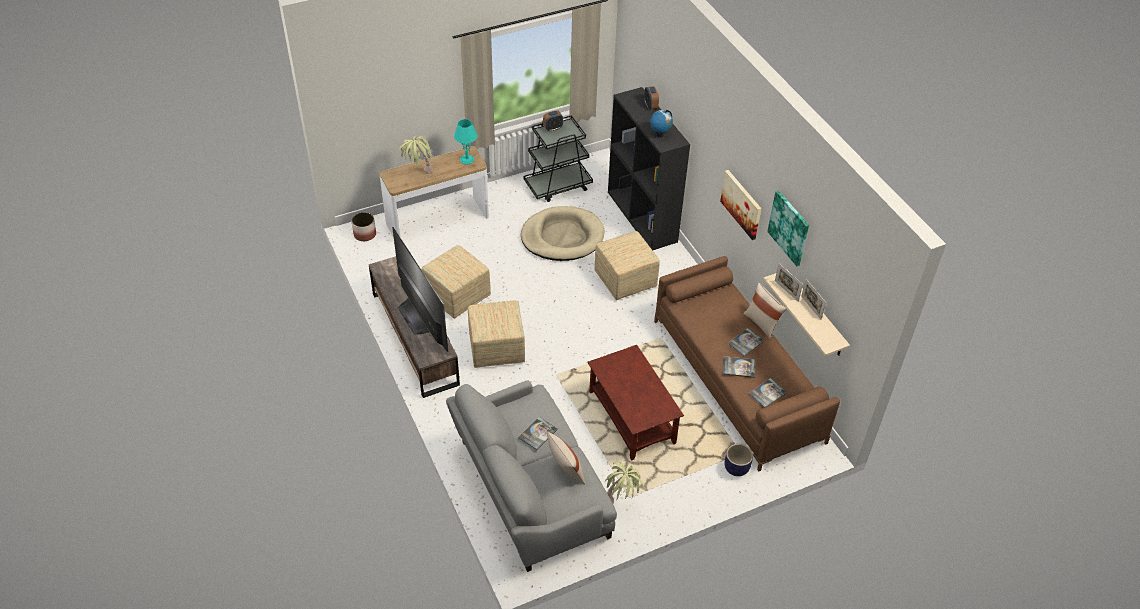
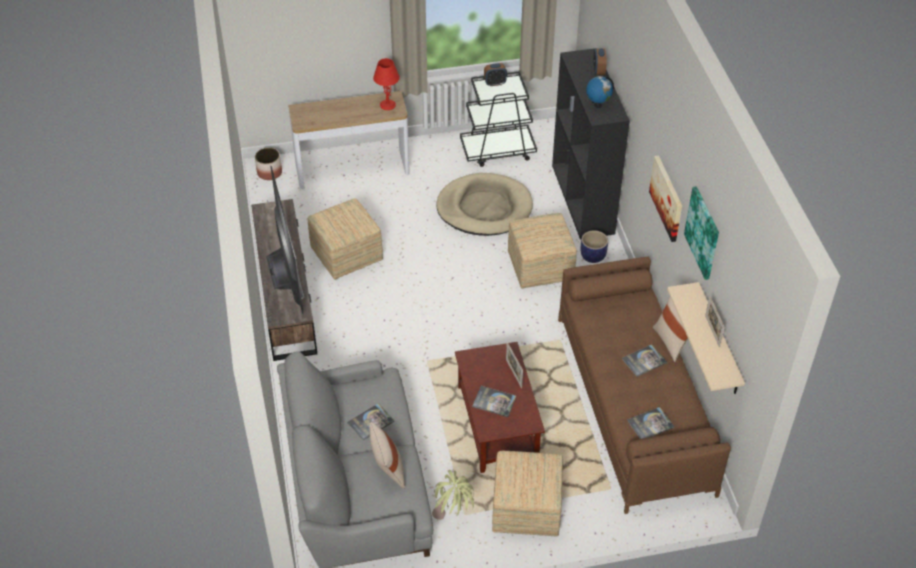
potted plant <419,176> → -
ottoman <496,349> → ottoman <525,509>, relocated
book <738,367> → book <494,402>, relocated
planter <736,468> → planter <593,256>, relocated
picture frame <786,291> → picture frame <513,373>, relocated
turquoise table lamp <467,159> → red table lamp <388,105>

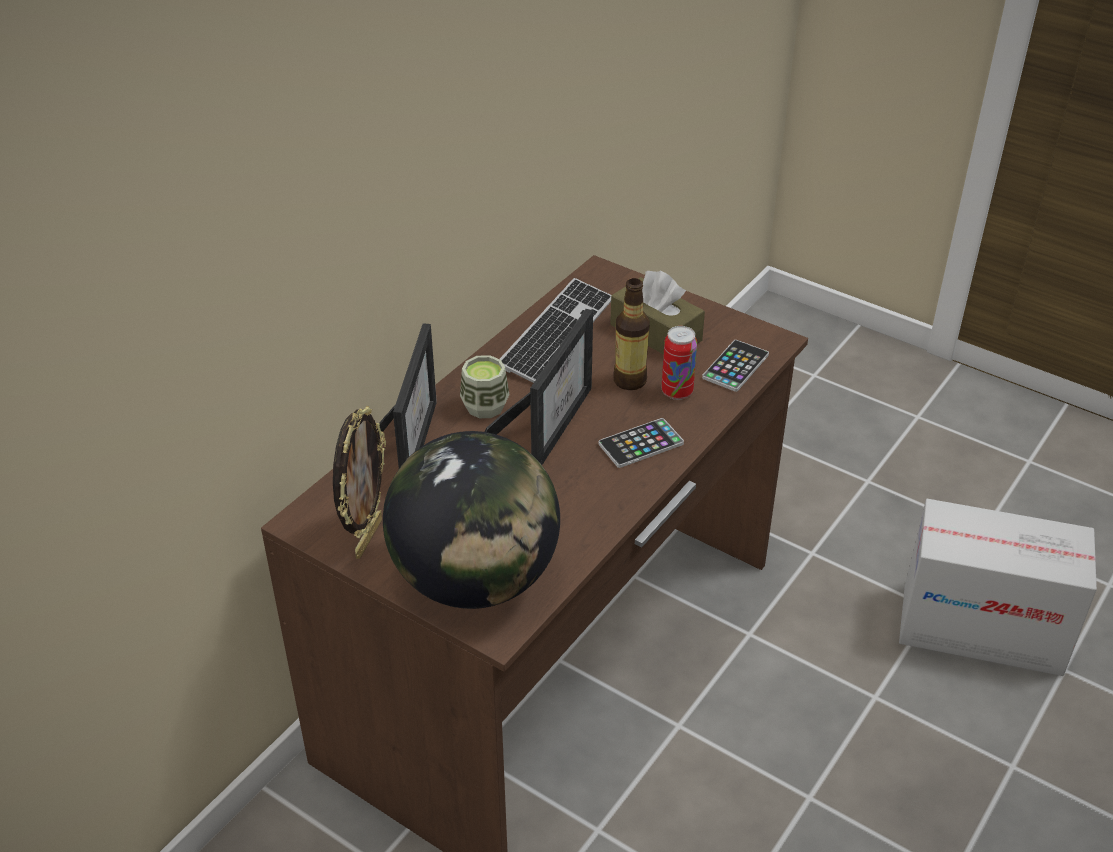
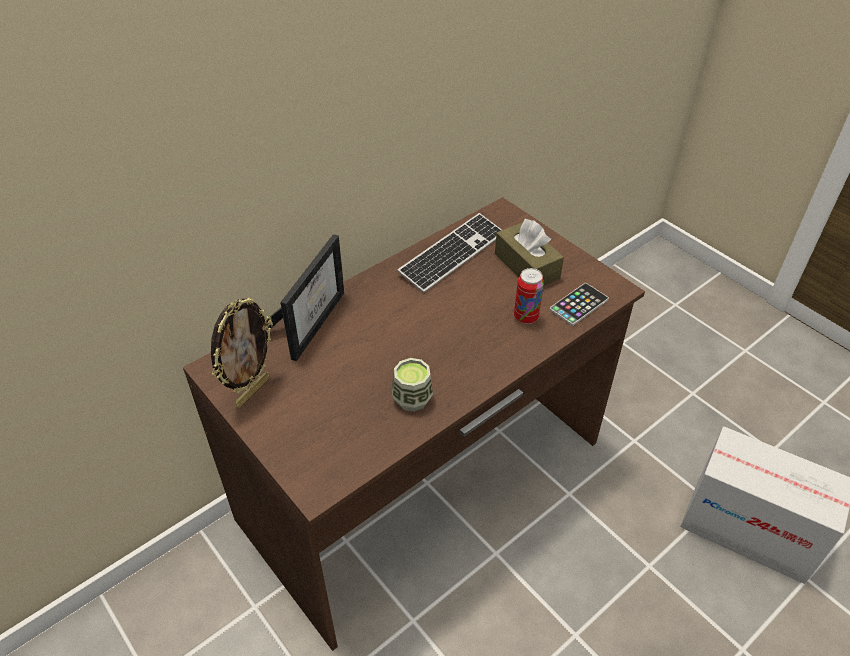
globe <475,580> → -
picture frame <550,422> → -
phone <641,444> → -
bottle <629,381> → -
cup <485,406> → cup <412,399>, relocated

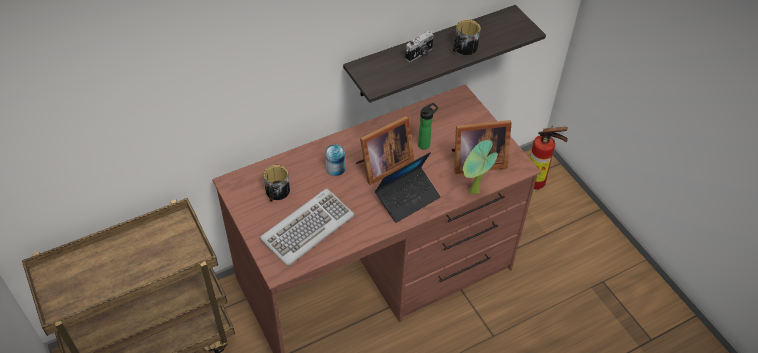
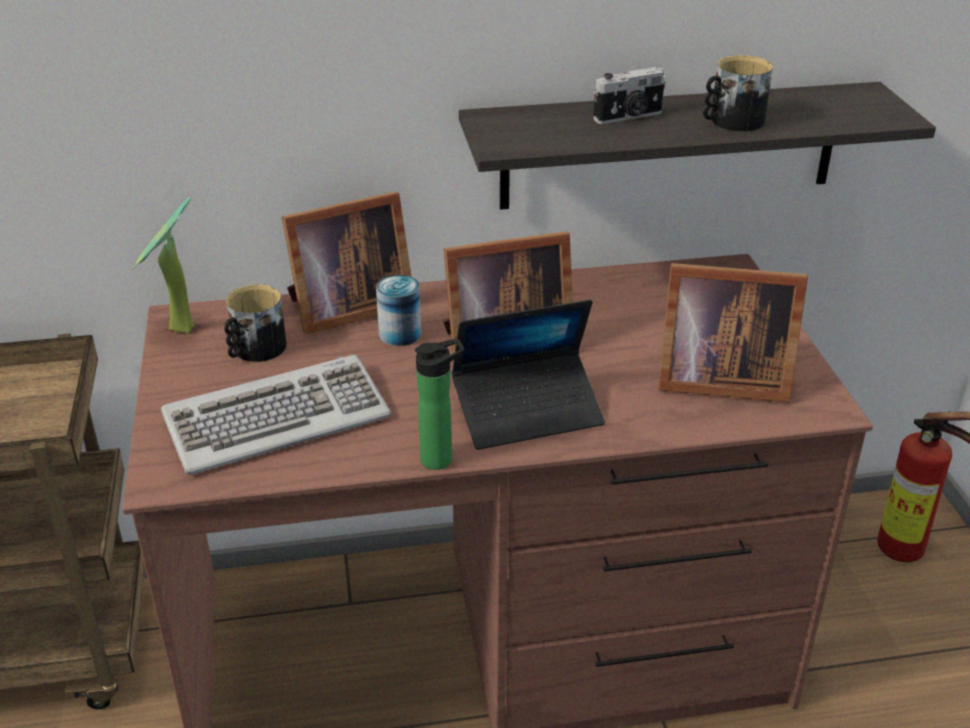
- → picture frame <346,308>
bottle <425,144> → bottle <441,459>, relocated
potted plant <473,193> → potted plant <177,331>, relocated

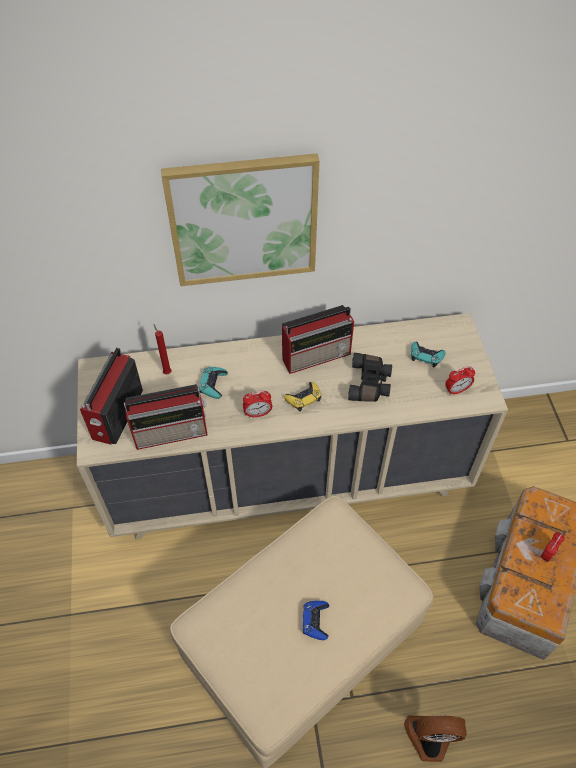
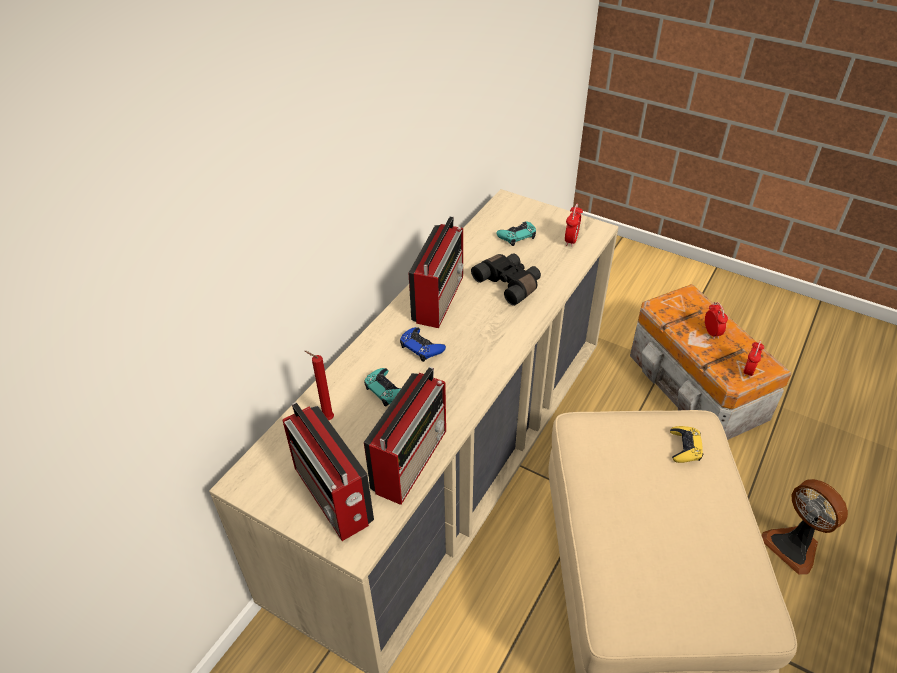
picture <243,220> → -
alarm clock <257,413> → alarm clock <748,371>, relocated
yellow game controller <303,398> → yellow game controller <685,447>, relocated
blue game controller <315,621> → blue game controller <421,347>, relocated
fan <430,738> → fan <794,546>, 75 degrees counterclockwise

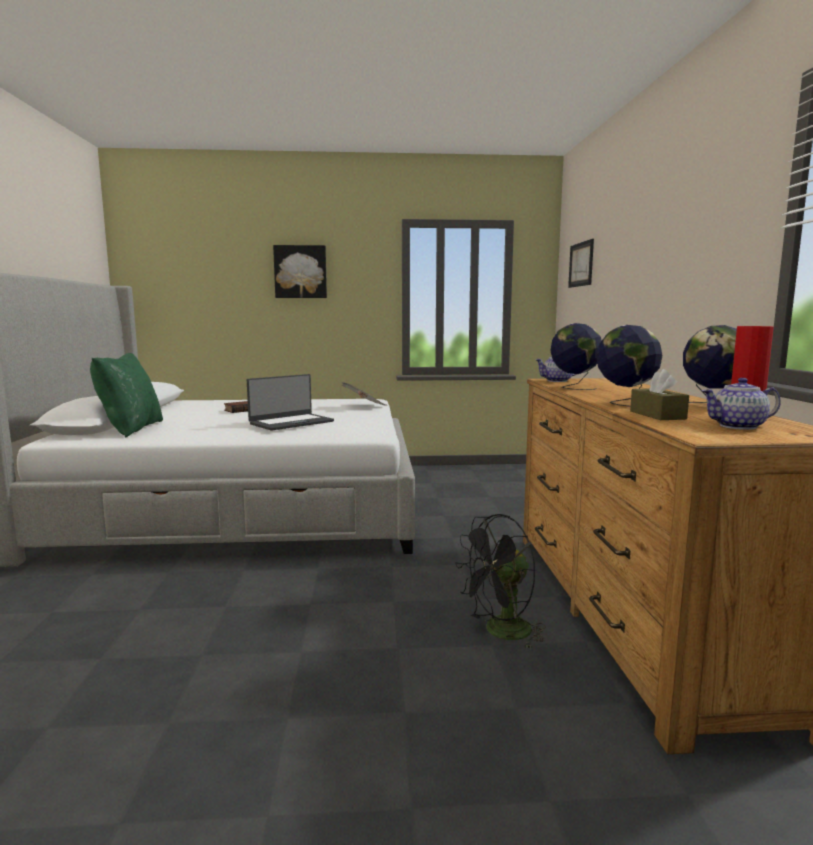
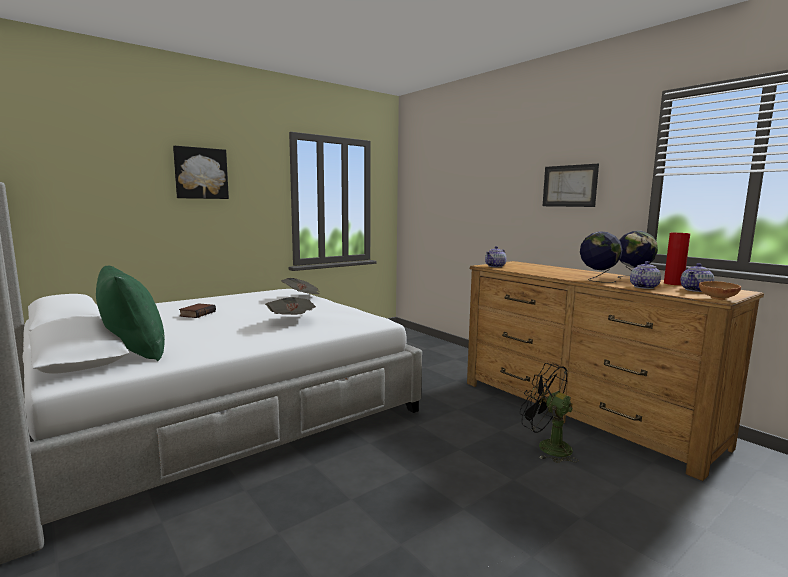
globe <574,387> → -
- → brown bowl <717,299>
picture <581,264> → picture <569,186>, relocated
laptop <291,422> → newspaper <291,320>
brown tissue box <657,415> → teapot <643,287>
black fan <500,633> → black fan <547,447>, 105 degrees clockwise

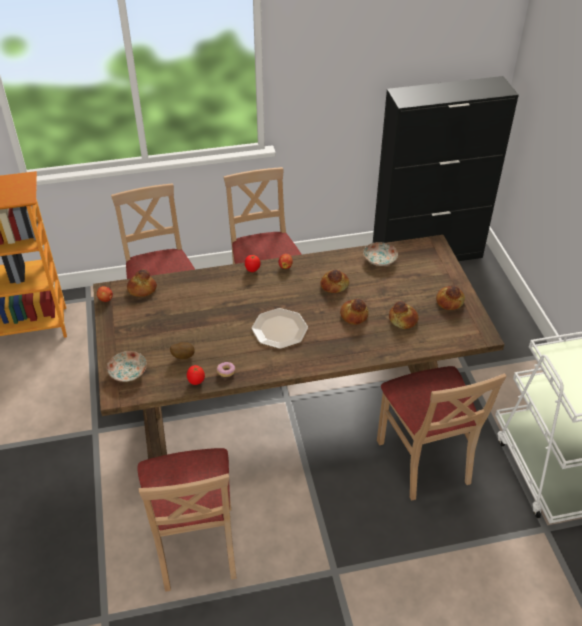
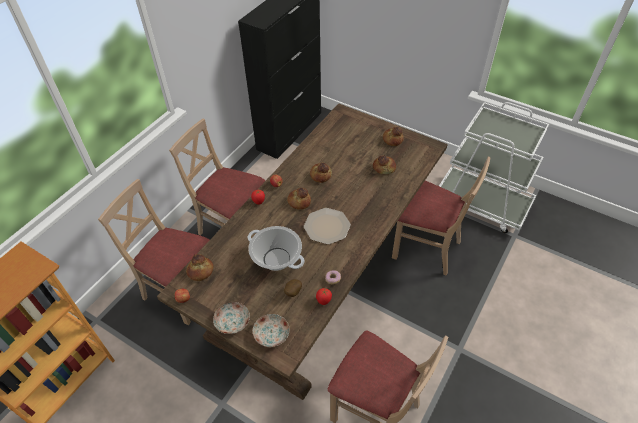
- → cooking pot <276,259>
bread <353,315> → bread <299,202>, relocated
plate <380,259> → plate <233,321>, relocated

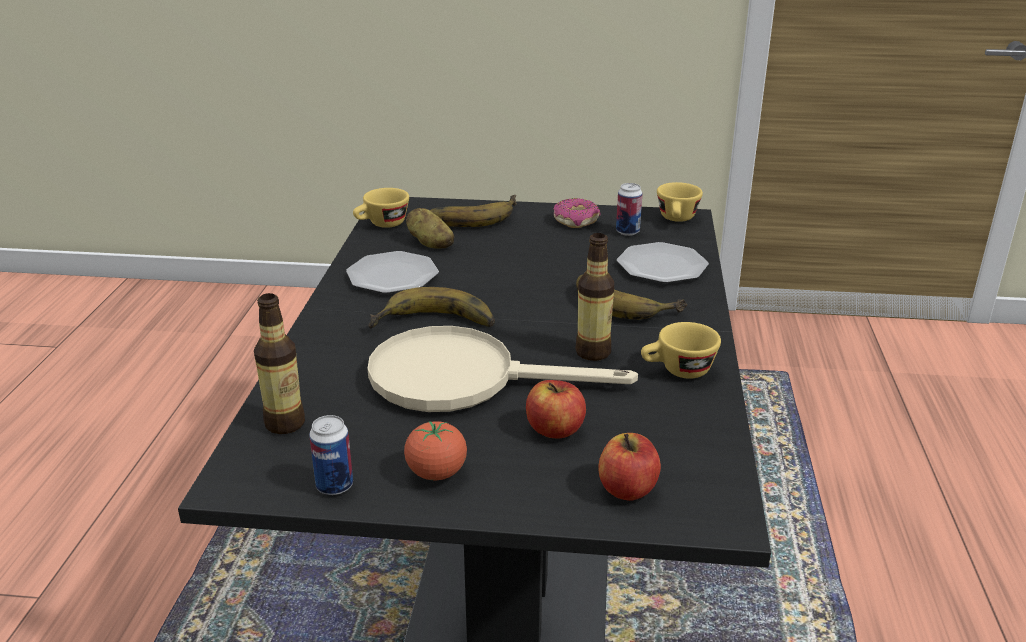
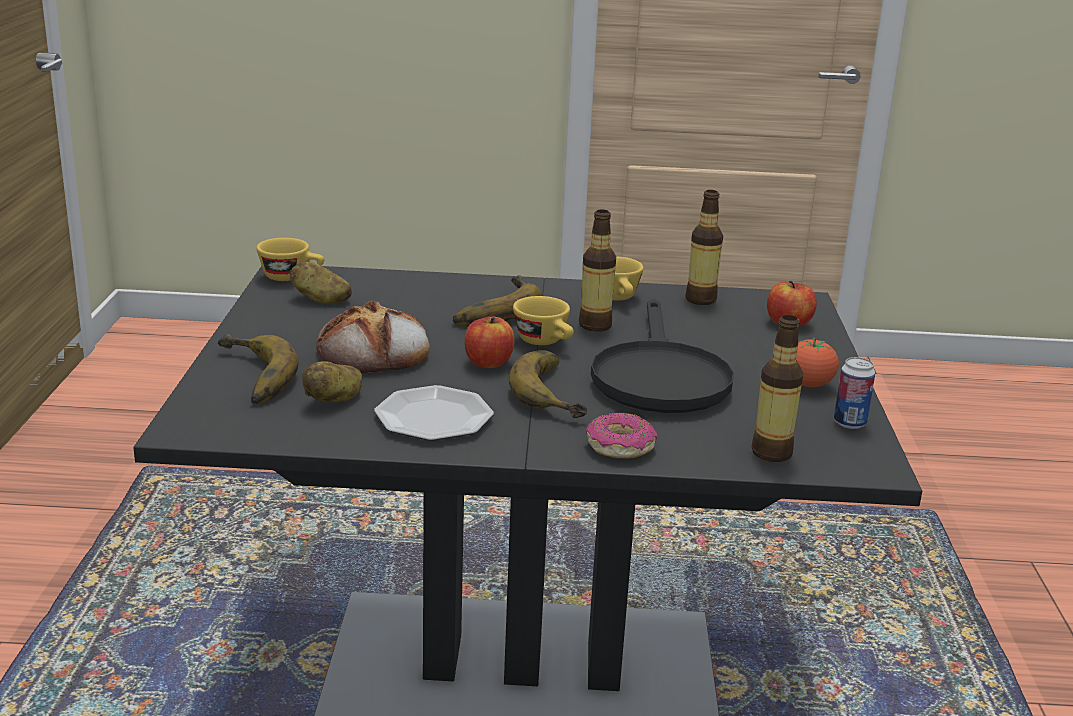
plate <661,267> → -
- → bread <374,352>
- → bottle <700,300>
yellow cup <382,225> → yellow cup <546,342>, relocated
apple <555,430> → apple <488,363>, relocated
donut <576,220> → donut <620,447>, relocated
can <627,232> → potato <320,299>
beige frying pan <463,378> → black frying pan <658,376>

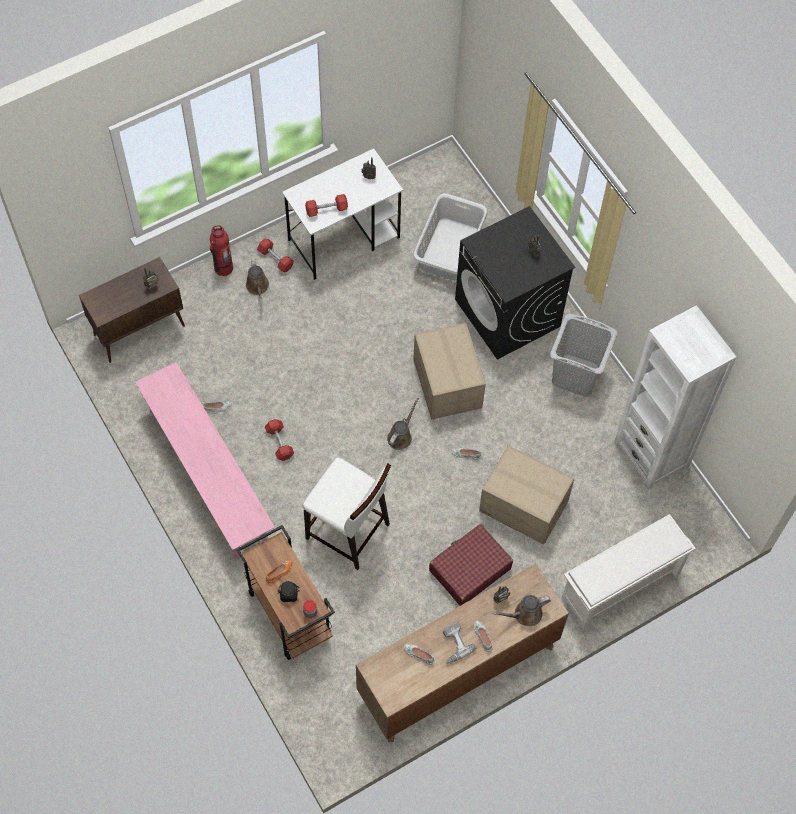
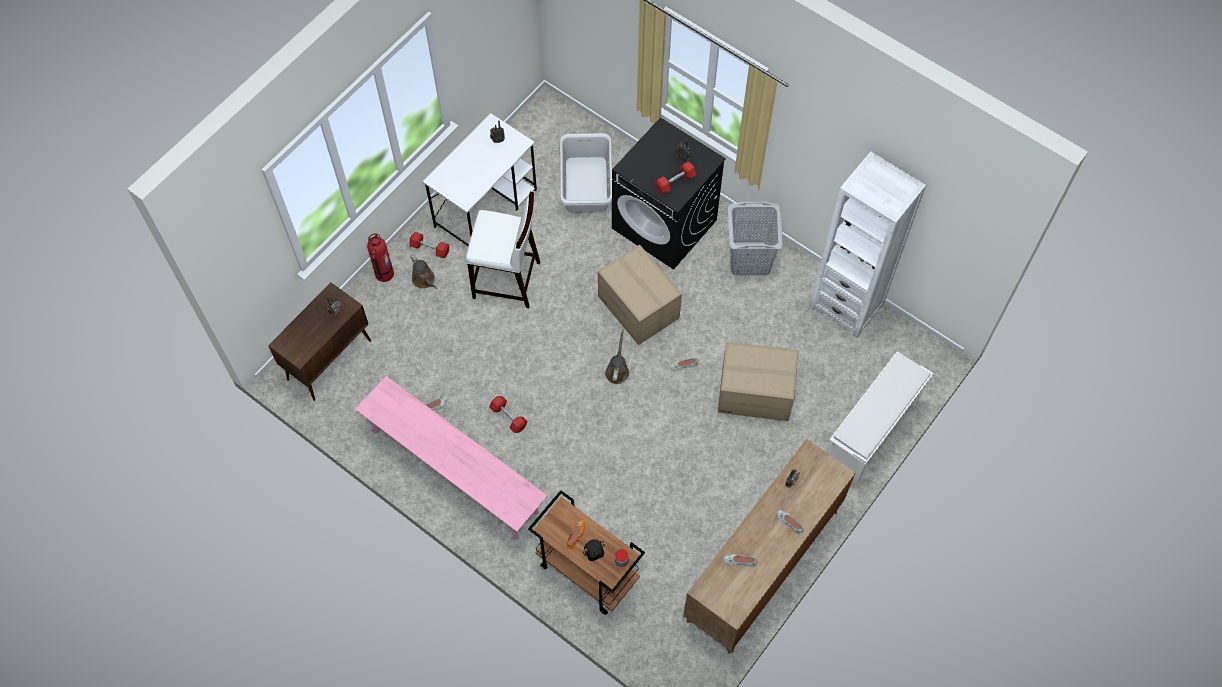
red suitcase <469,569> → -
power drill <453,645> → -
brown watering can <525,614> → -
white stool <348,532> → white stool <507,281>, relocated
red dumbbell <326,209> → red dumbbell <675,182>, relocated

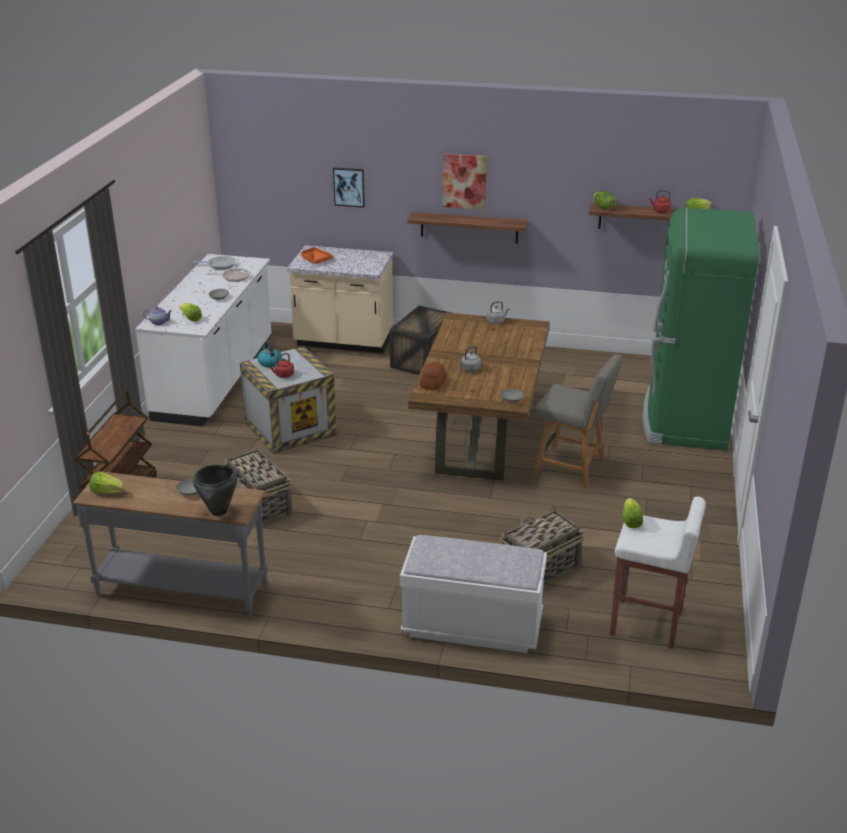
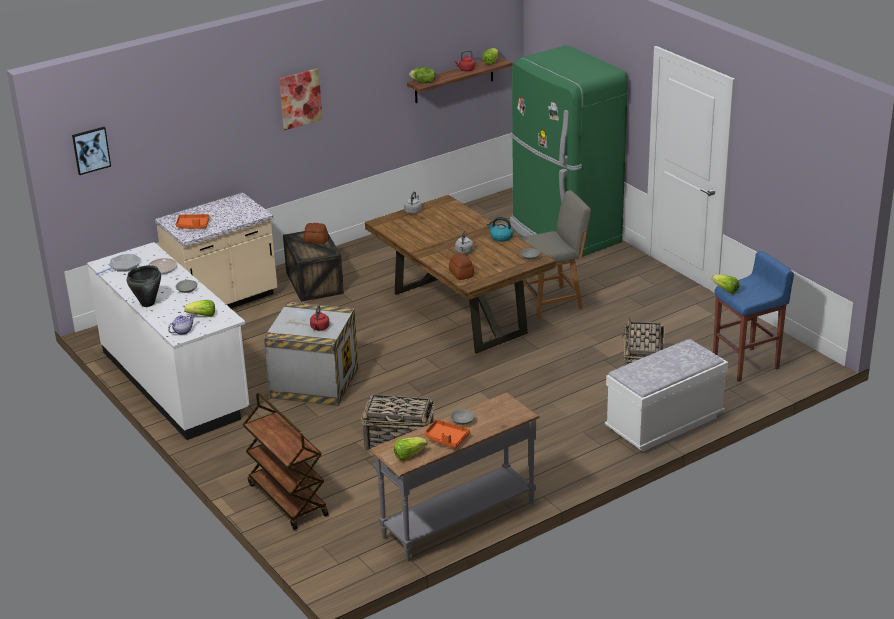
shelf <469,227> → -
- → bread <316,240>
- → orange tray <446,439>
black cooking pot <219,511> → black cooking pot <148,303>, relocated
kettle <269,362> → kettle <501,237>, relocated
picture <349,187> → picture <91,150>, relocated
white stool <647,625> → blue stool <747,364>

